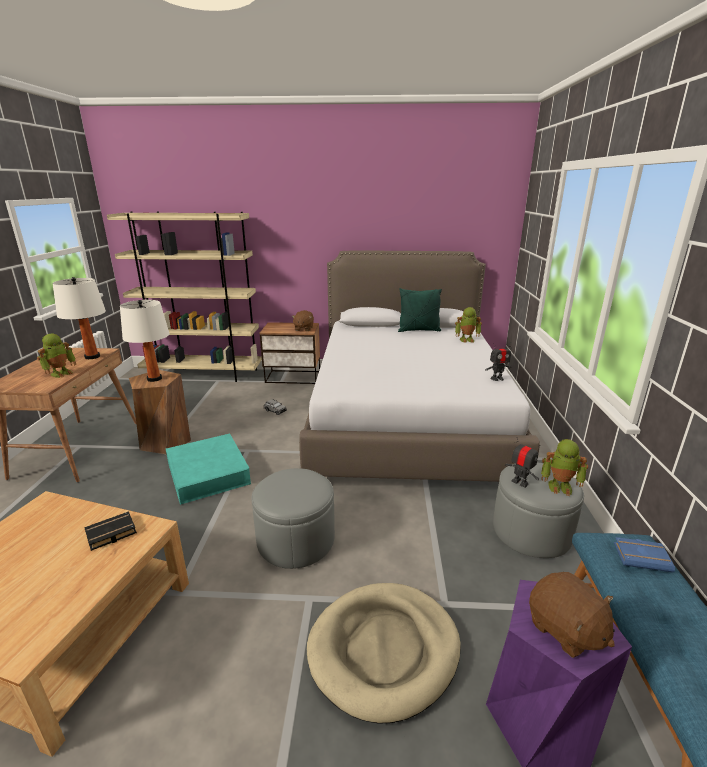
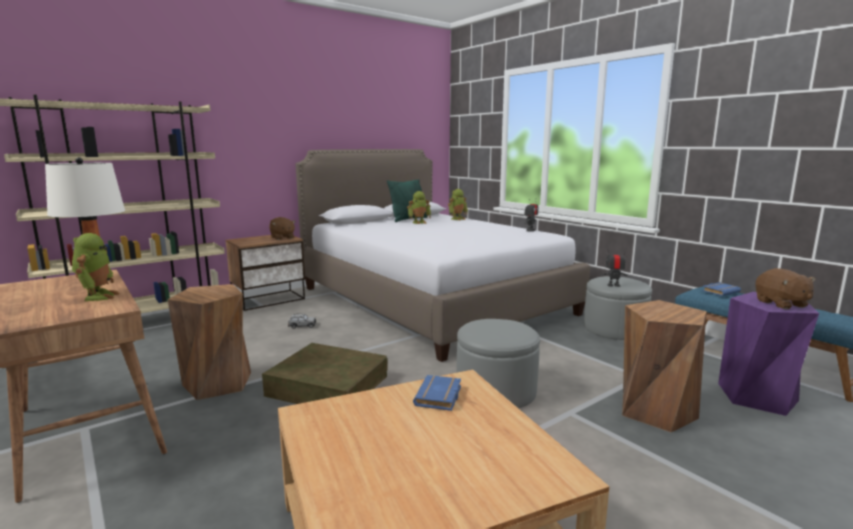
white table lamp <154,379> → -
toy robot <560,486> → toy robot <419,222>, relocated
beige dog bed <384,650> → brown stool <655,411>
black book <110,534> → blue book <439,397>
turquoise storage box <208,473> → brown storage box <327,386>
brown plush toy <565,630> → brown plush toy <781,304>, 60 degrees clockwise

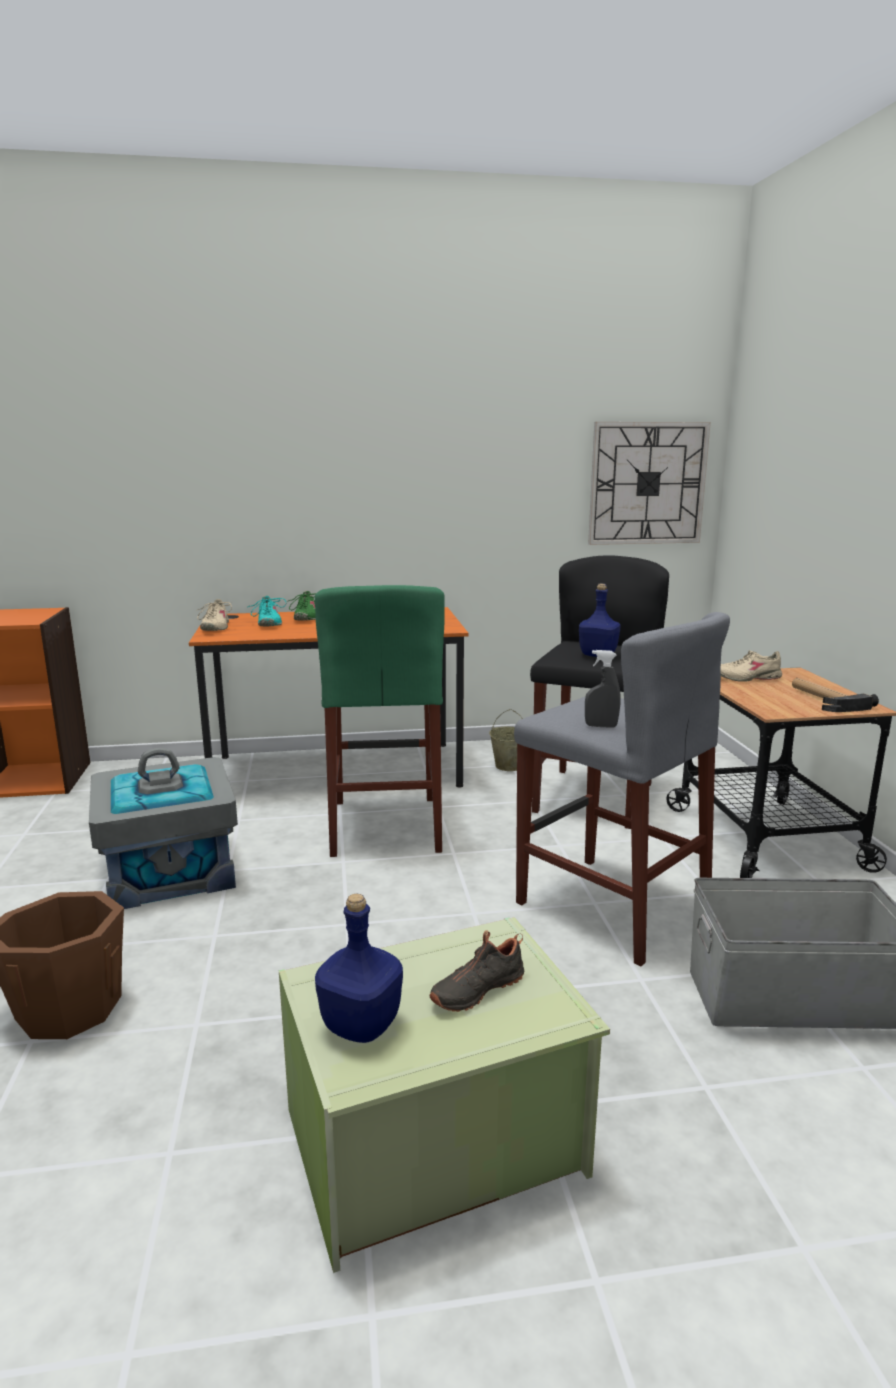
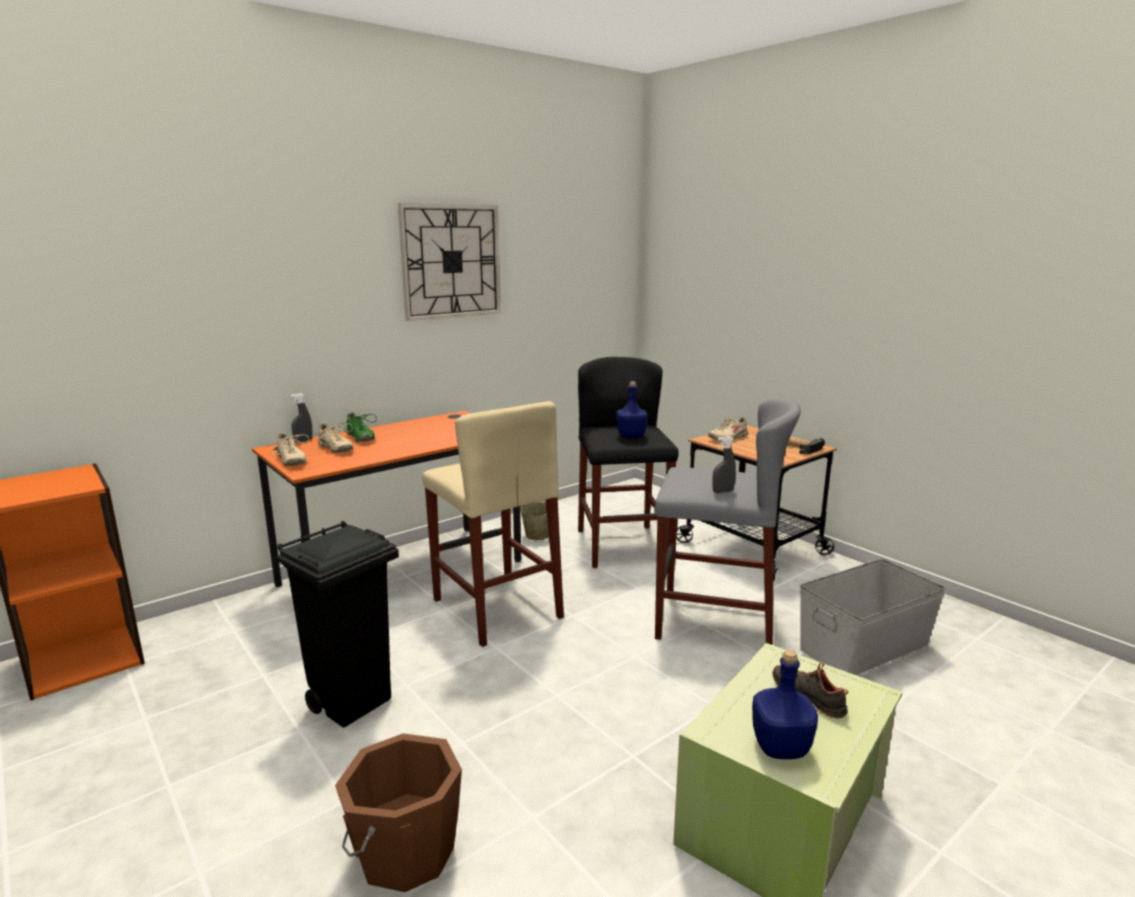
- → grey spray bottle <303,441>
wall clock <647,483> → wall clock <451,261>, relocated
grey storage box <170,870> → black trash can <353,703>
turquoise shoe <268,623> → beige shoe <335,448>
green stool <385,825> → beige stool <496,608>
black shoe <476,989> → black shoe <809,697>, 120 degrees clockwise

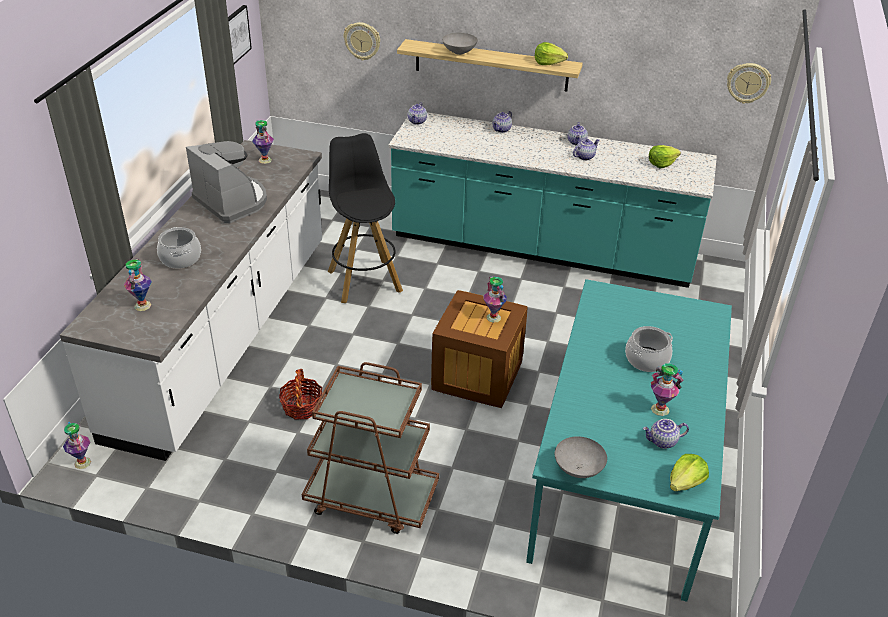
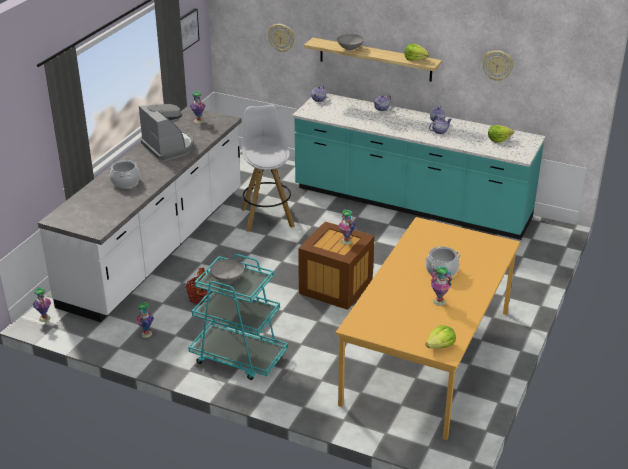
teapot <662,442> → -
vase <143,305> → vase <146,334>, relocated
grey bowl <579,468> → grey bowl <228,278>, relocated
wall clock <748,83> → wall clock <497,65>, relocated
brown cart <371,498> → turquoise cart <238,357>
black stool <364,280> → white stool <267,217>
turquoise dining table <625,470> → orange dining table <428,357>

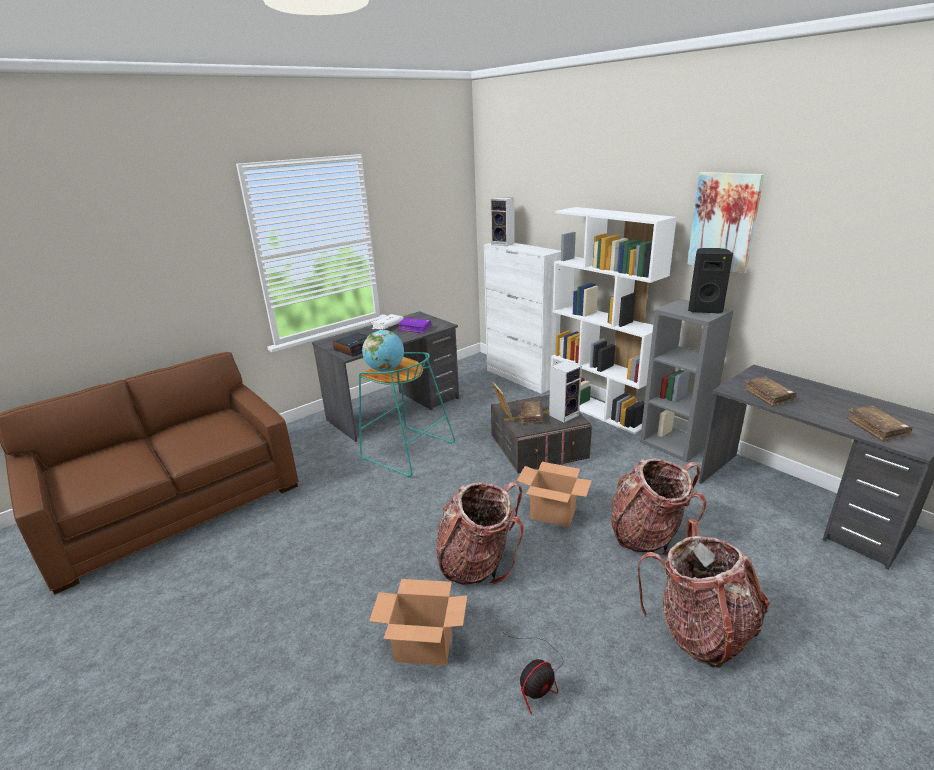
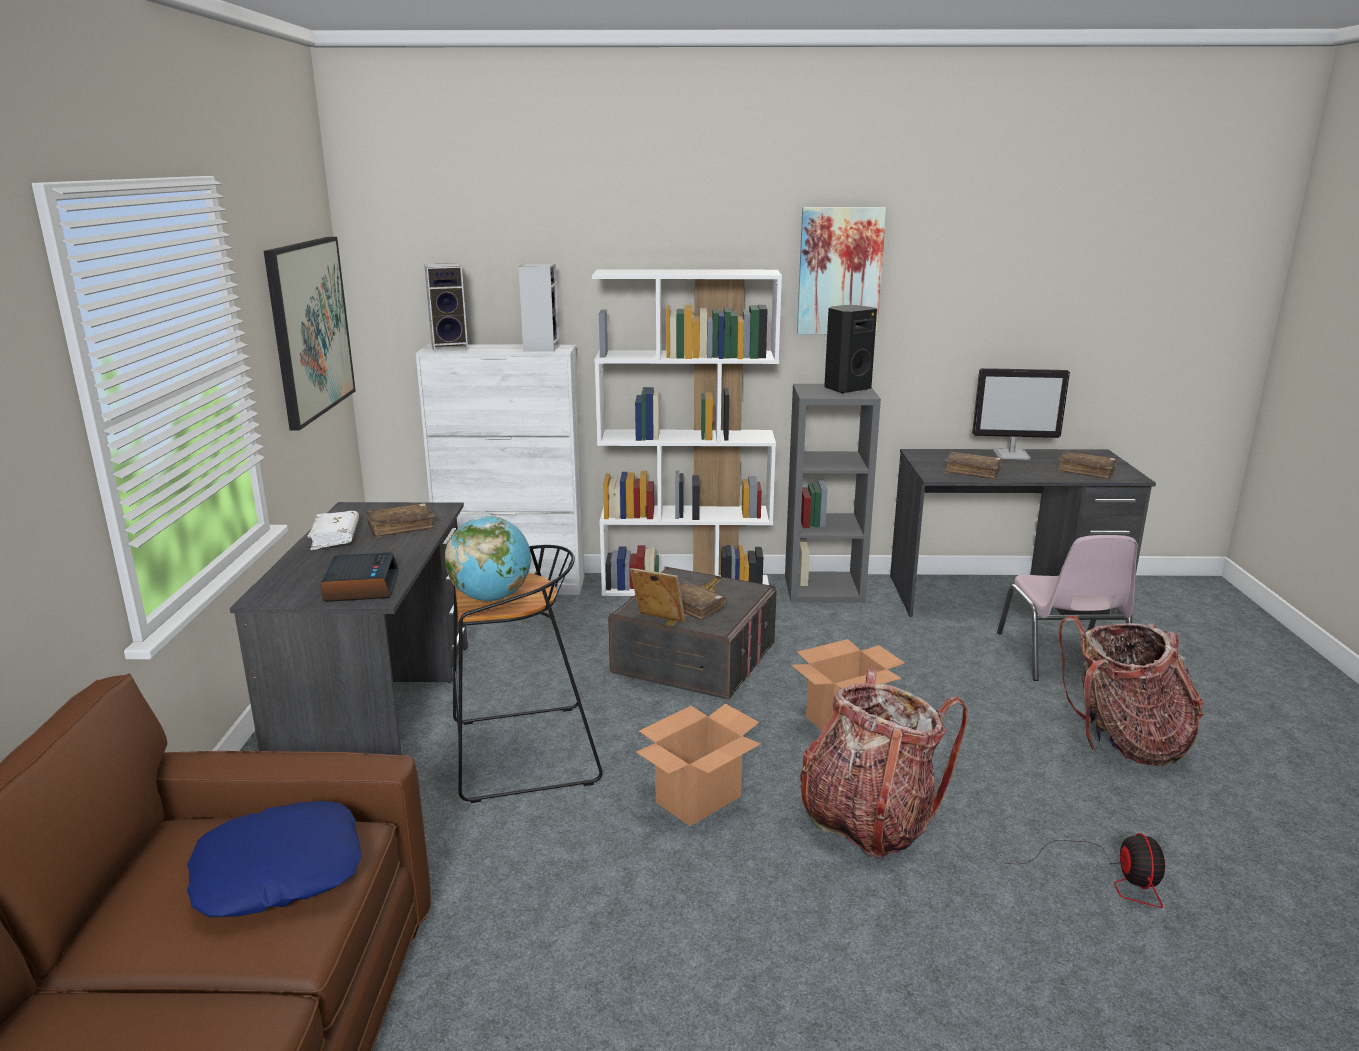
backpack <647,535> → -
- → blue pillow <279,871>
- → picture <309,328>
- → monitor <1012,455>
- → pink chair <1061,657>
cardboard box <422,647> → cardboard box <698,800>, relocated
speaker <564,414> → speaker <541,348>, relocated
turquoise stool <406,451> → black stool <521,754>
purple book <414,329> → brown book <401,527>

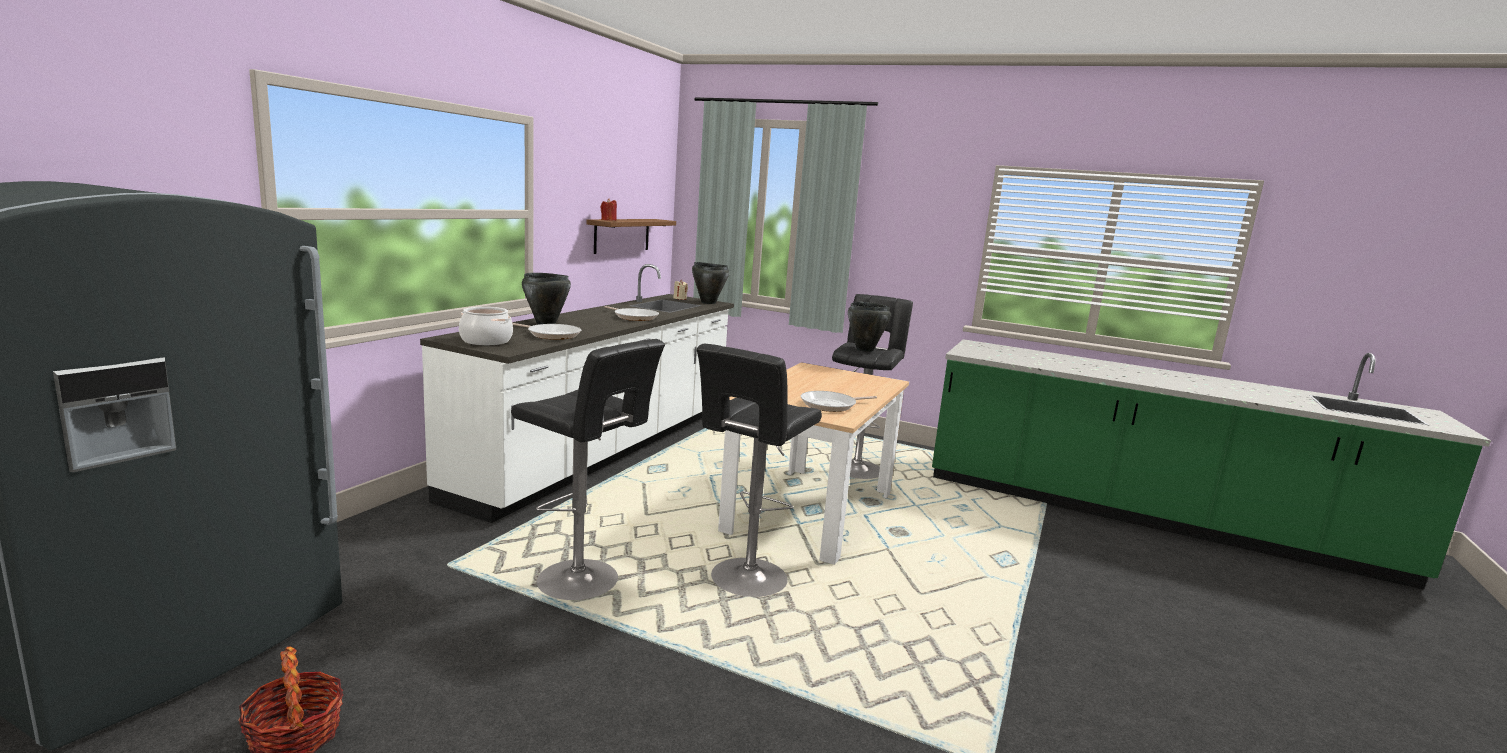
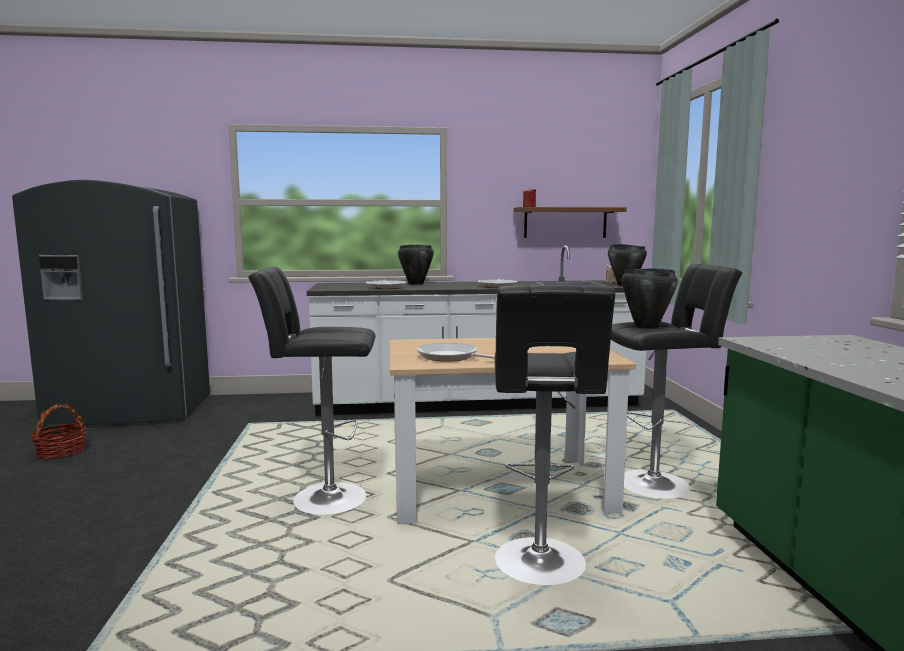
cooking pot <486,341> → -
black stool <583,582> → black stool <541,565>, relocated

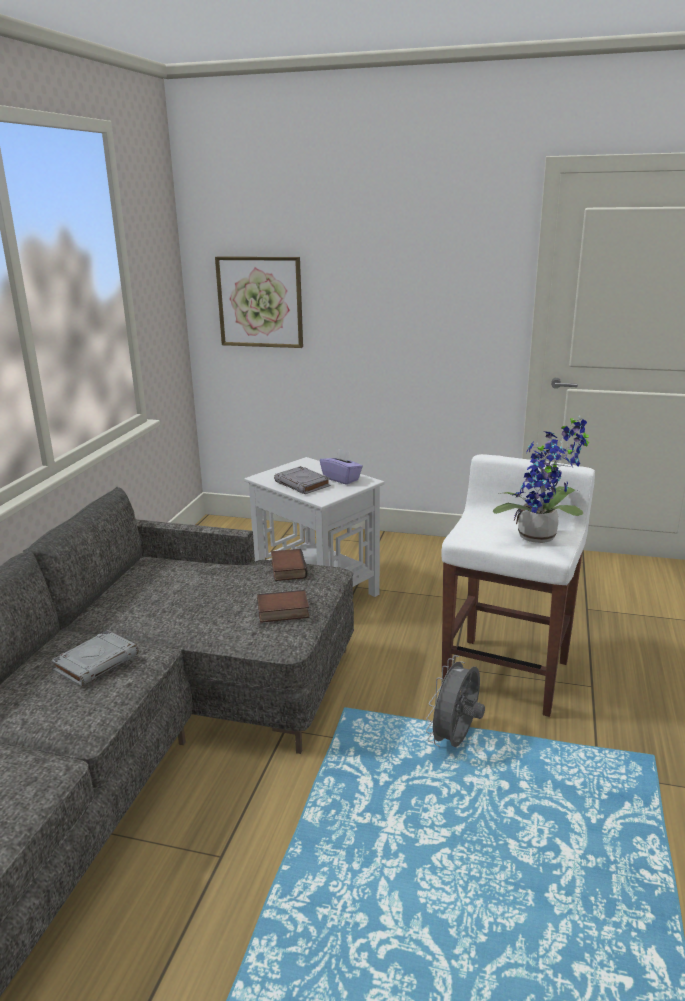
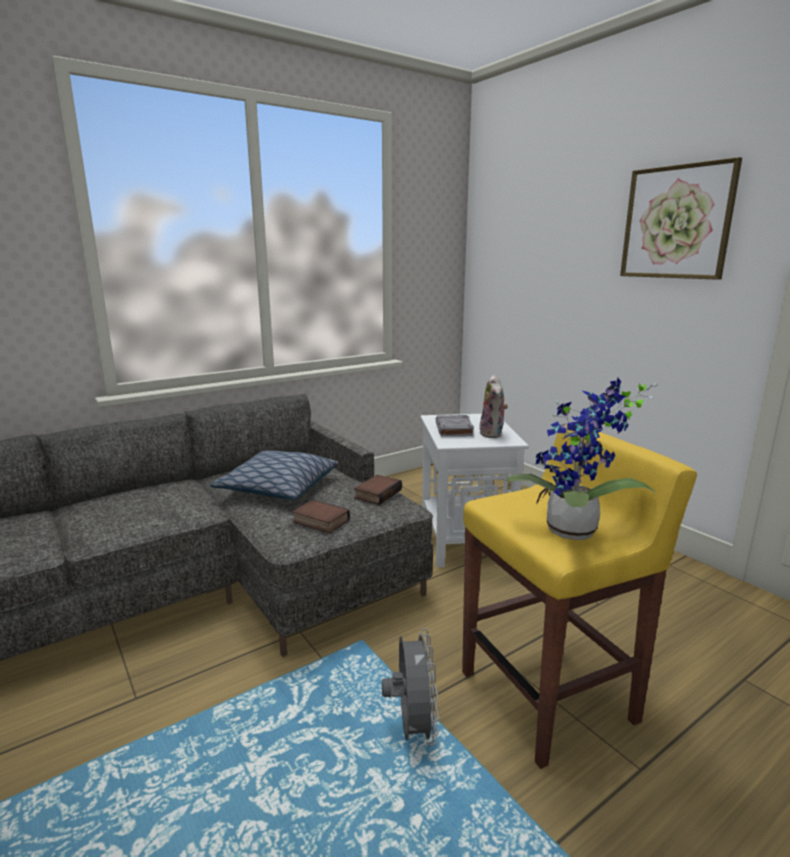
grey book <97,662> → -
- → pillow <278,488>
picture <260,302> → picture <676,222>, relocated
purple tissue box <341,479> → plush toy <493,434>
white stool <507,674> → yellow stool <549,696>
grey fan <455,741> → grey fan <412,728>, 105 degrees clockwise

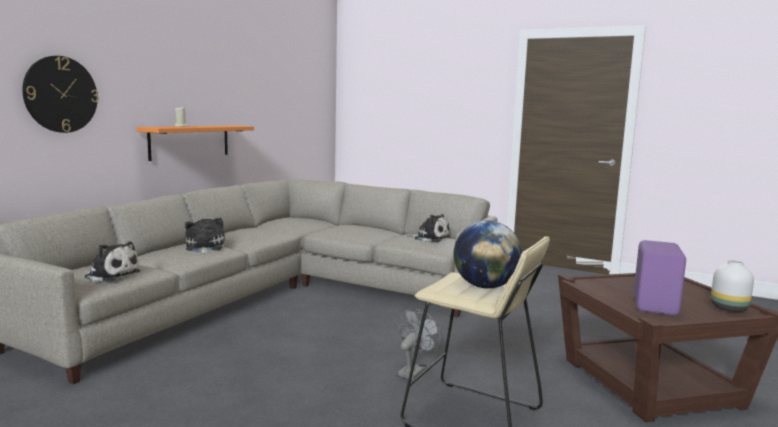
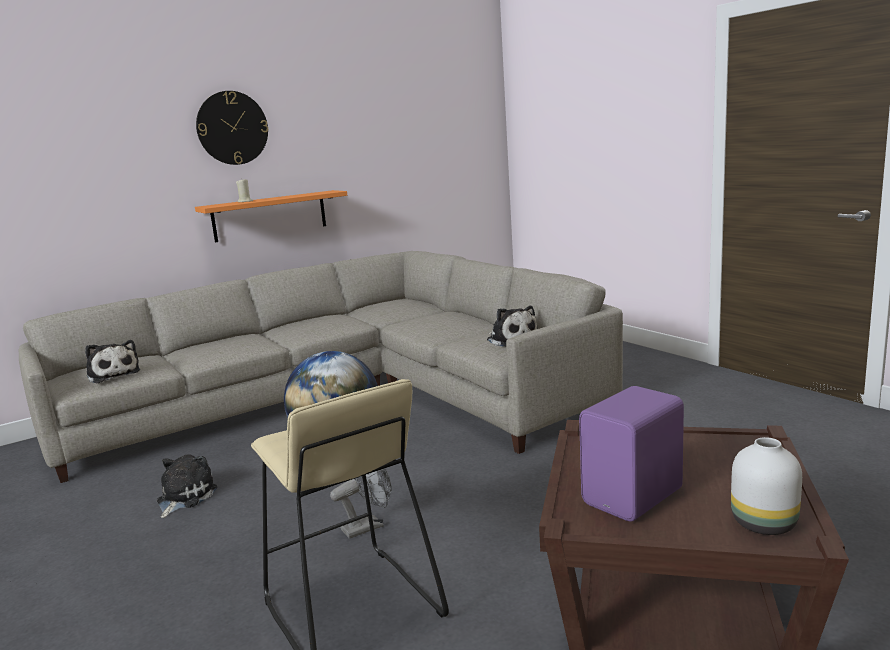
wall clock <61,94> → wall clock <232,128>, relocated
plush toy <204,248> → plush toy <184,497>, relocated

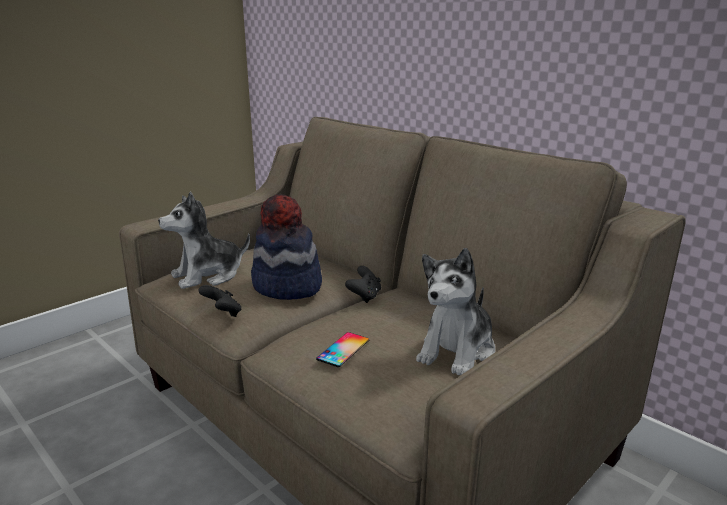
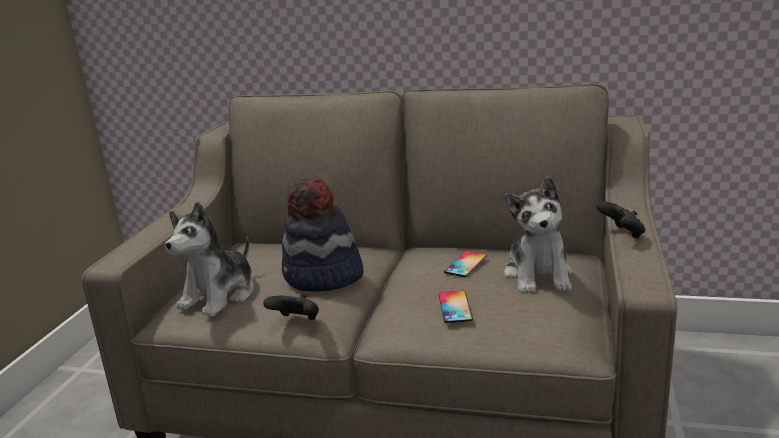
- → phone <465,264>
black game controller <364,296> → black game controller <622,234>, relocated

